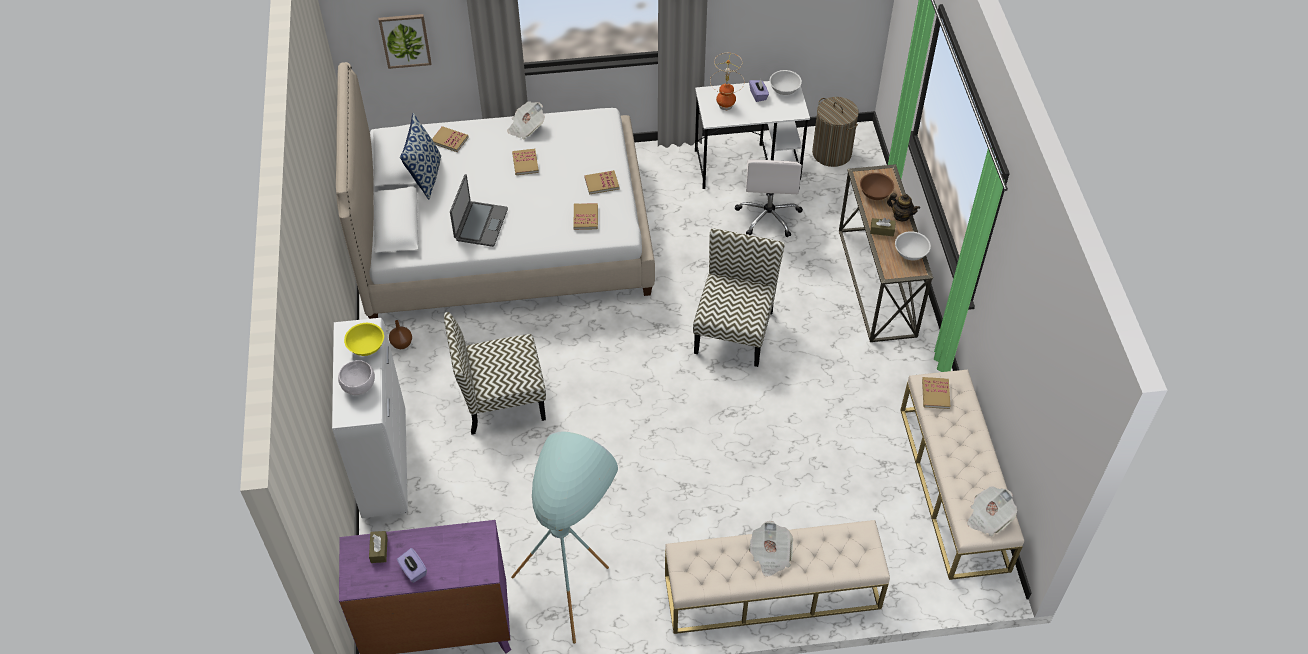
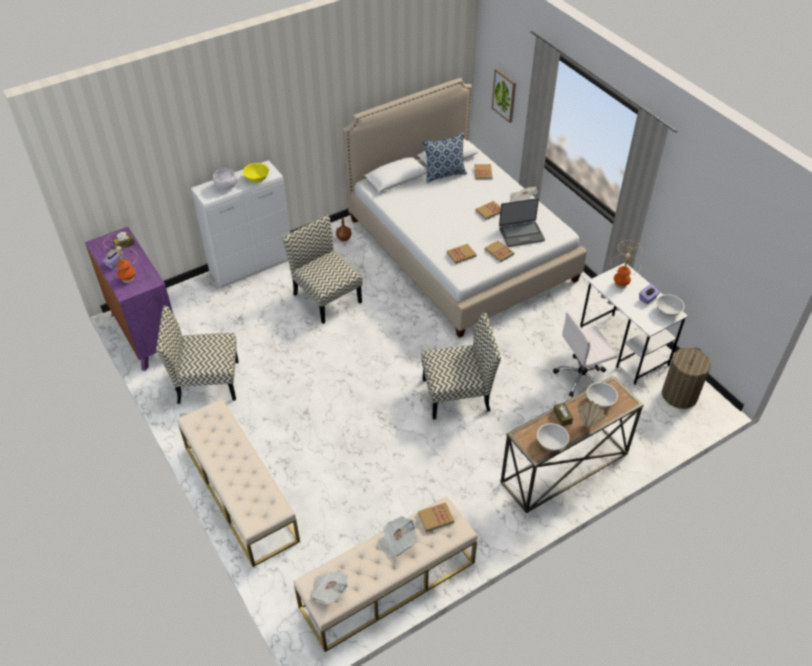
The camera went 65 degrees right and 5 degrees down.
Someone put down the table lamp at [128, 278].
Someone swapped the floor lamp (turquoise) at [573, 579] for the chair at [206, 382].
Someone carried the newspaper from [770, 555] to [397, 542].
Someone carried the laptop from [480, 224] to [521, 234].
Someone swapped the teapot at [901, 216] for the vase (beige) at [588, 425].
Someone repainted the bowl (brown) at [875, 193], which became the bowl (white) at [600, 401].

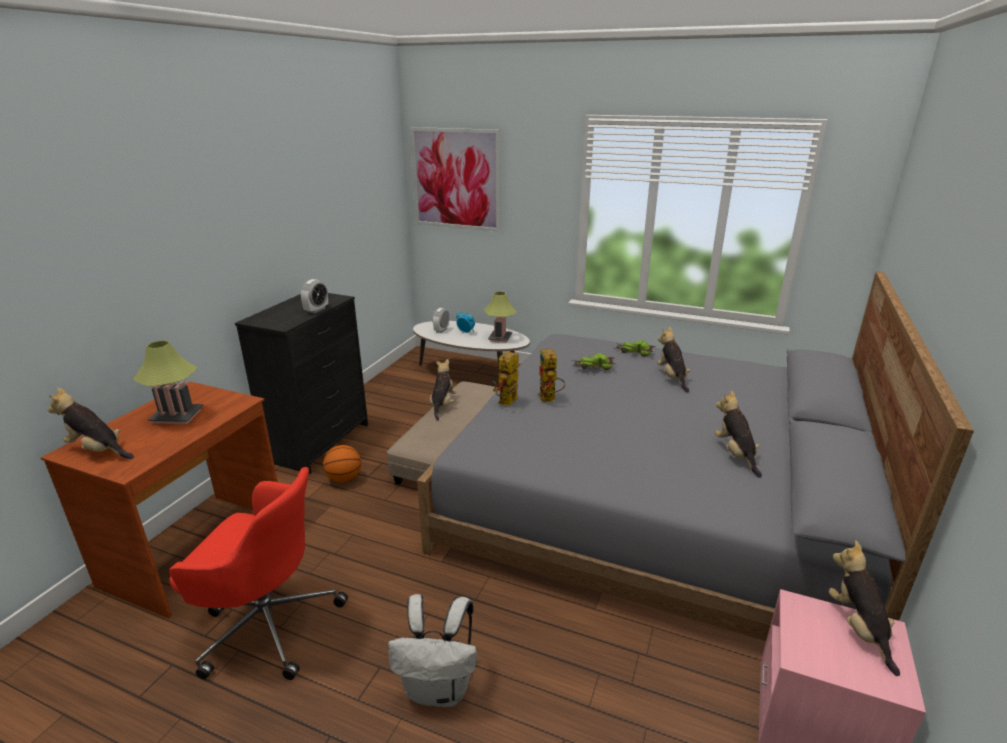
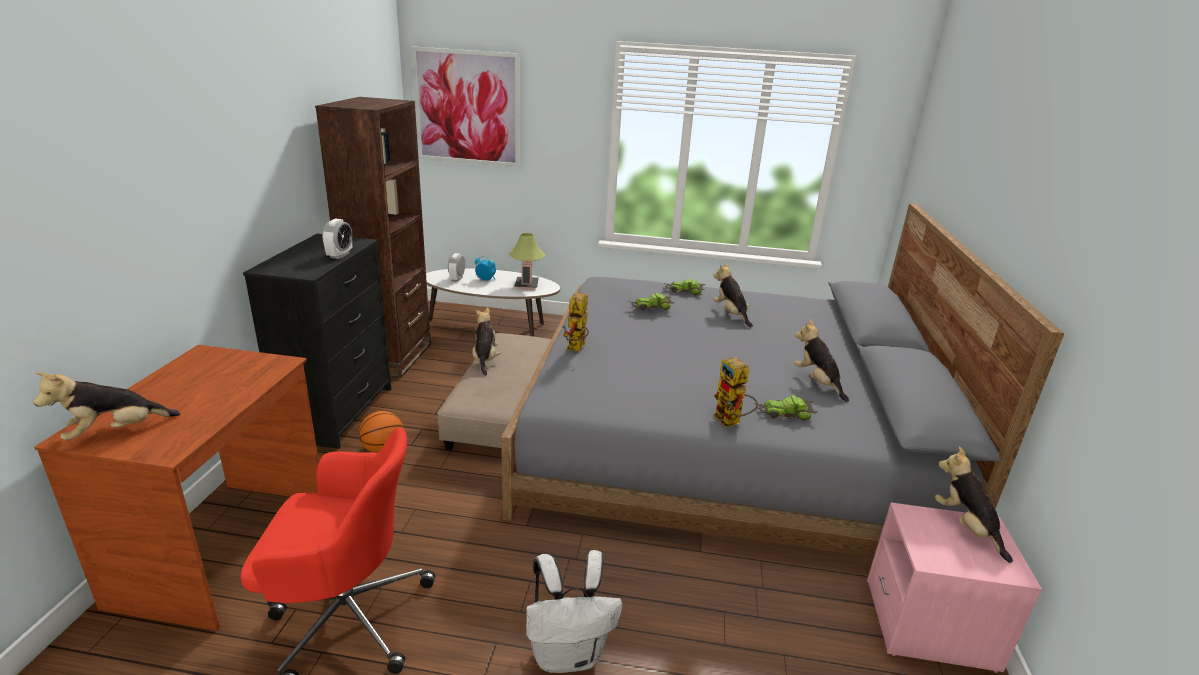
The camera went 15 degrees left and 0 degrees up.
Someone rotated the plush toy at [98, 450] by 45 degrees counterclockwise.
Someone put down the bookcase (brown) at [392, 357].
Someone carried the toy robot from [549, 399] to [731, 422].
Someone put down the toy car at [784, 413].
Someone took away the table lamp at [177, 416].

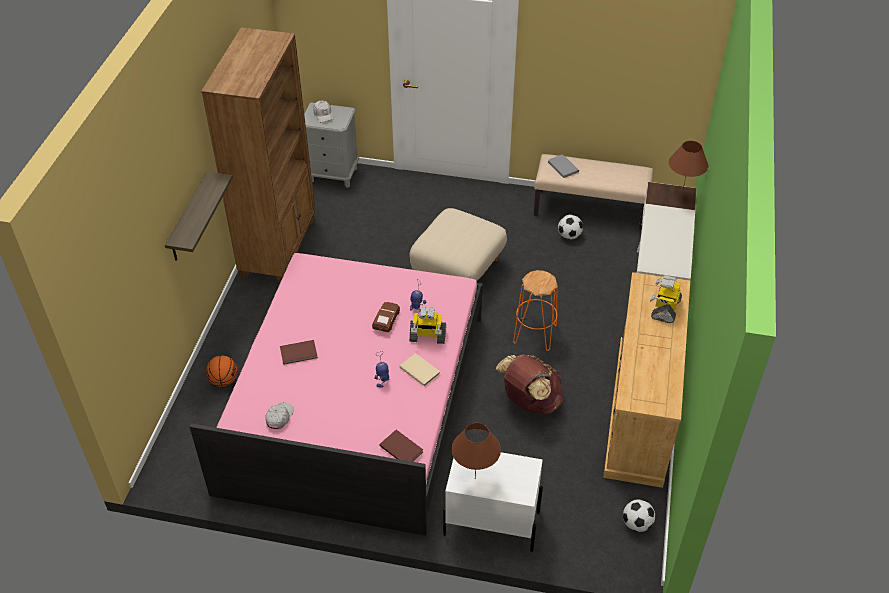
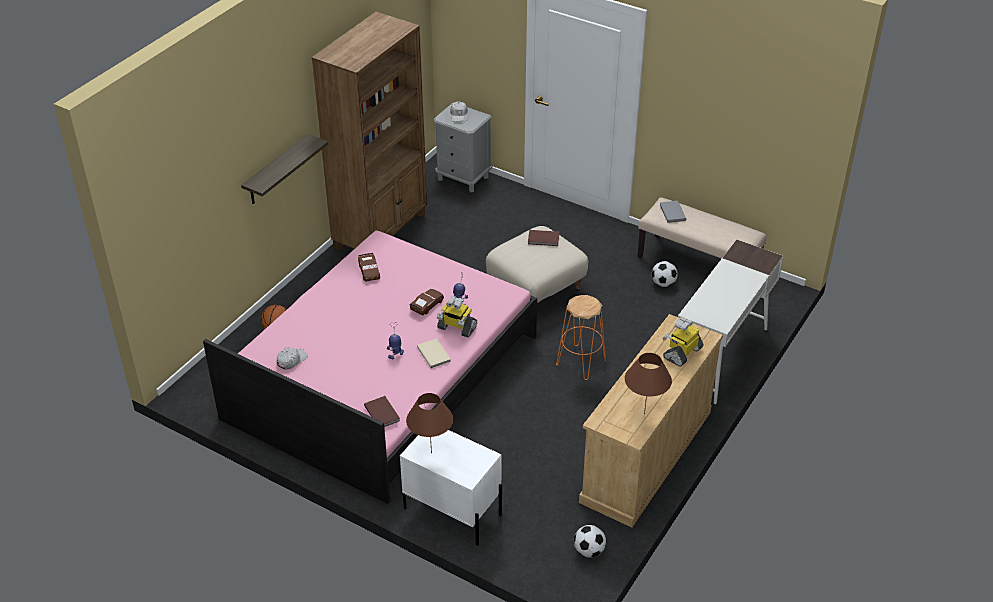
The camera went 20 degrees right and 5 degrees down.
Someone put down the toy car (brown) at [369, 271].
Someone carried the book (brown) from [299, 353] to [544, 239].
Someone carried the table lamp (brown) from [681, 195] to [644, 414].
Someone took away the backpack (brown) at [529, 401].

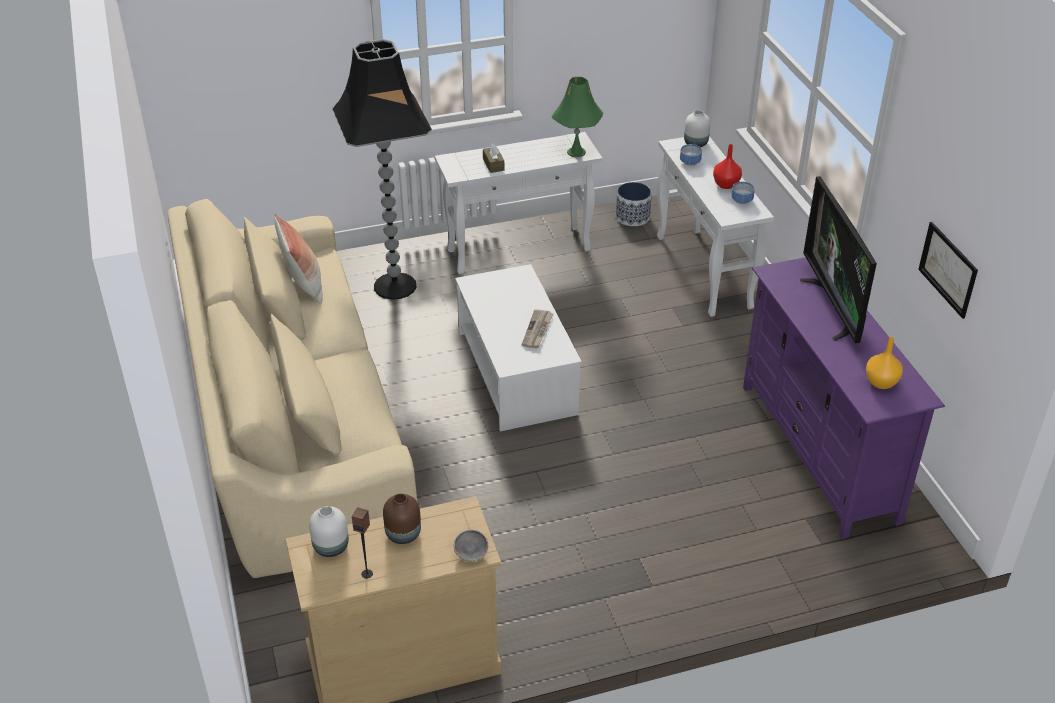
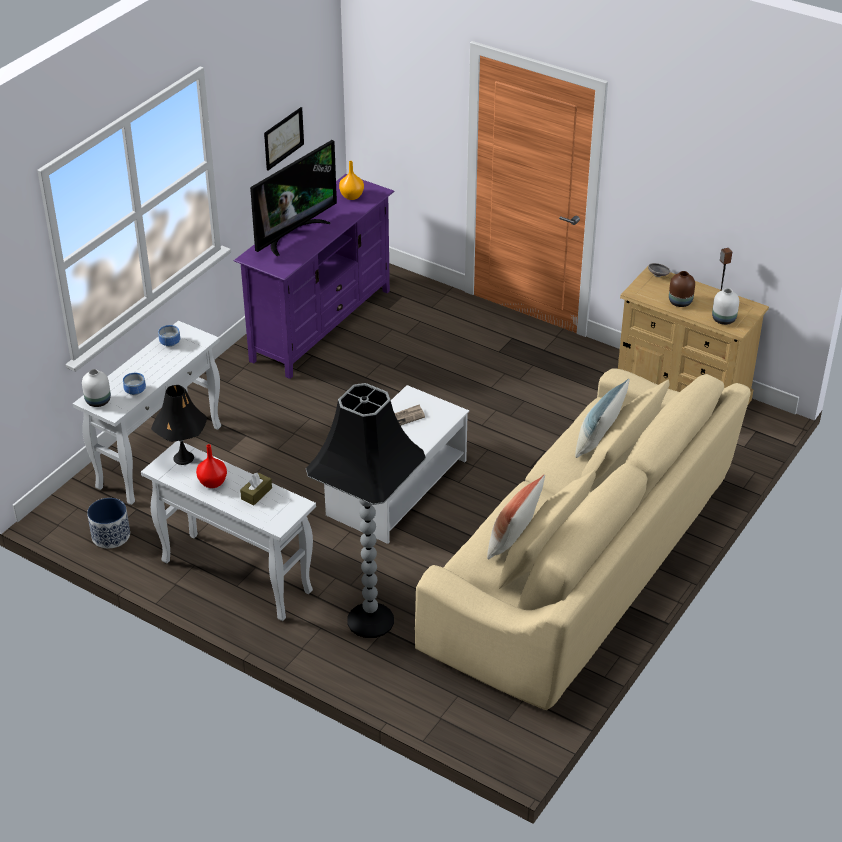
The camera went 130 degrees left and 0 degrees up.
Someone repainted the table lamp (green) at [576, 152], which became the table lamp (black) at [183, 458].
Someone carried the vase (red) from [726, 184] to [212, 483].
Someone put down the pillow at [598, 442].

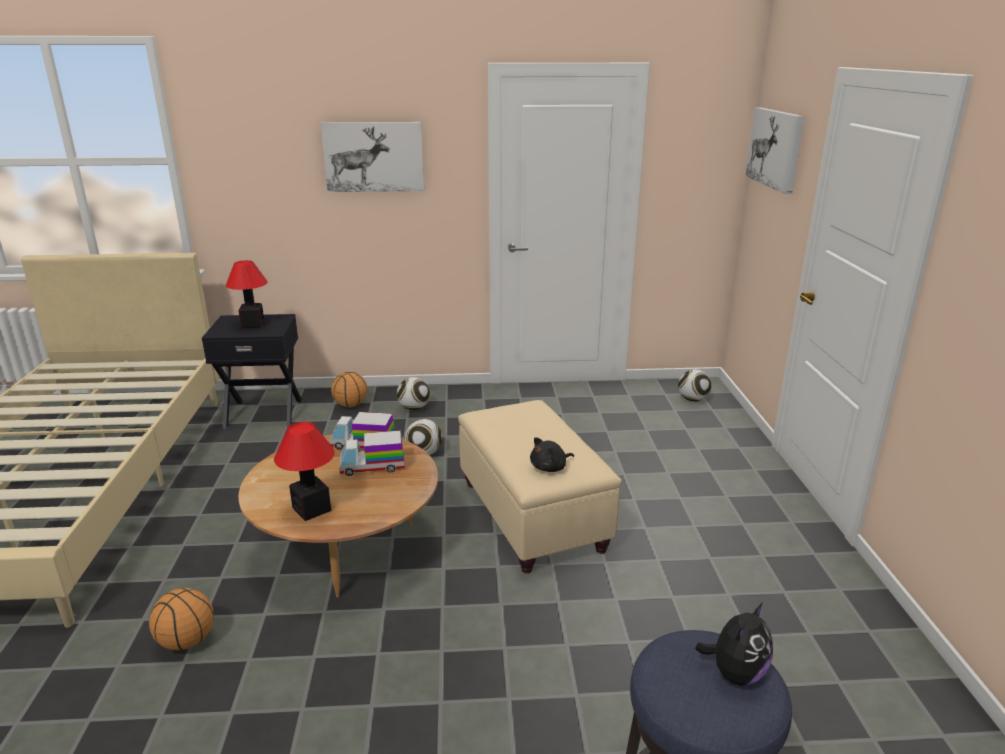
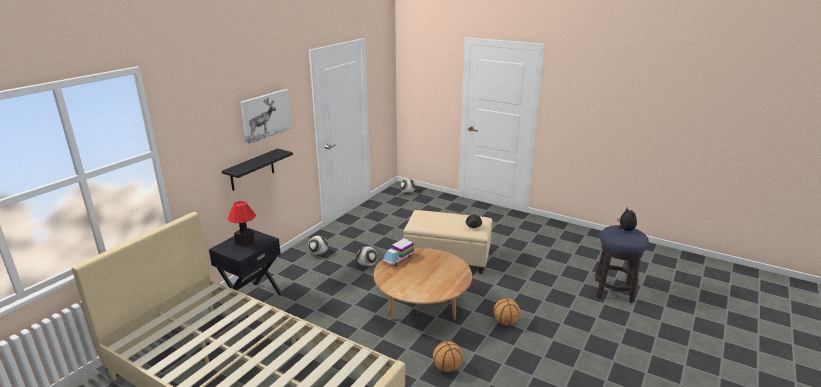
The camera went 55 degrees left and 0 degrees up.
Someone put up the shelf (black) at [252, 170].
Someone carried the basketball from [351, 405] to [506, 322].
Someone took away the table lamp at [311, 509].
Someone took away the toy truck at [372, 466].
Someone took away the picture at [776, 148].

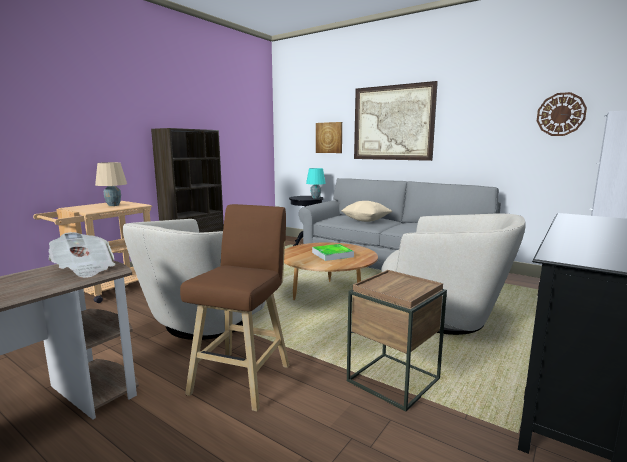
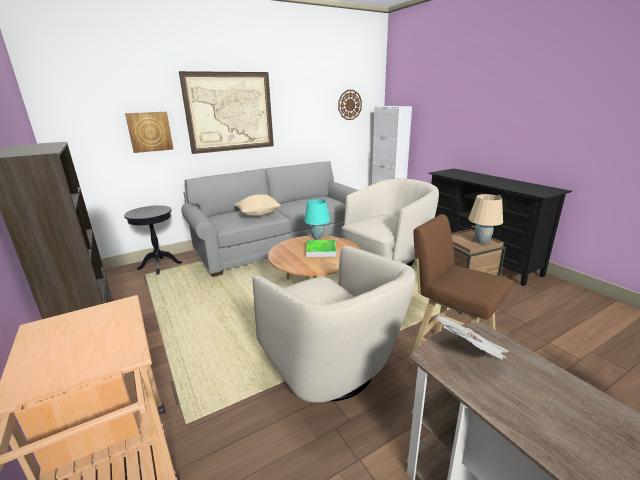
The camera went 65 degrees left and 10 degrees up.
Someone carried the table lamp (turquoise) from [315, 198] to [318, 238].
Someone carried the table lamp (beige) from [114, 205] to [481, 242].

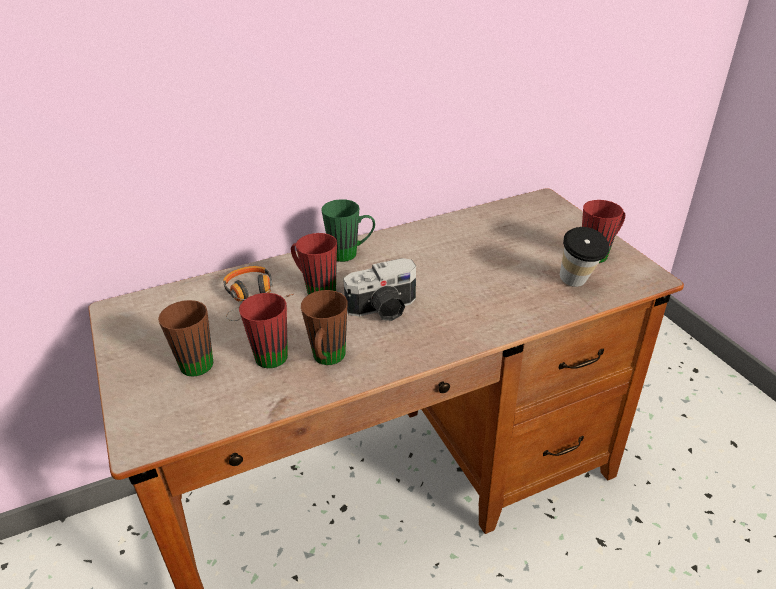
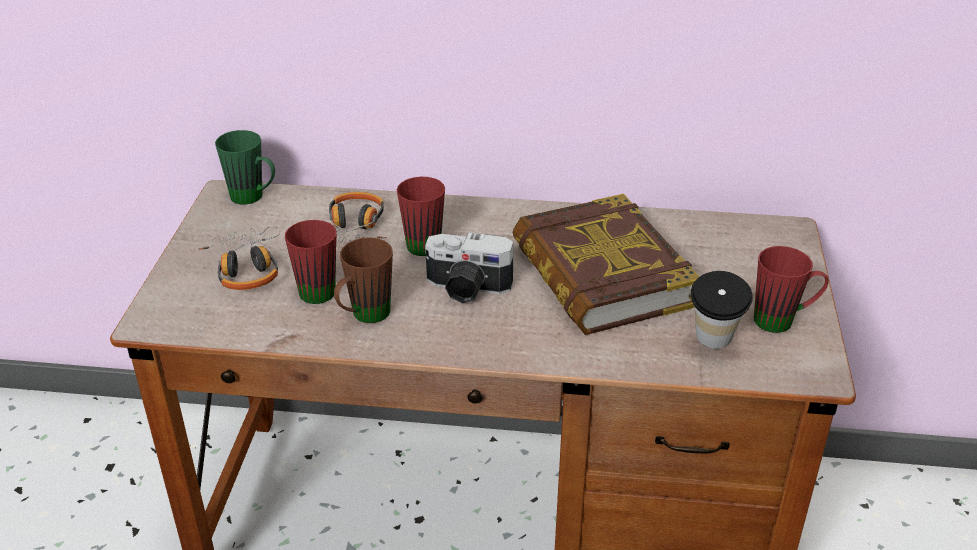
The camera went 30 degrees right and 0 degrees up.
Someone swapped the mug (brown) at [191, 361] for the headphones at [246, 268].
Someone carried the mug (green) from [351, 254] to [254, 198].
Someone put down the book at [600, 276].

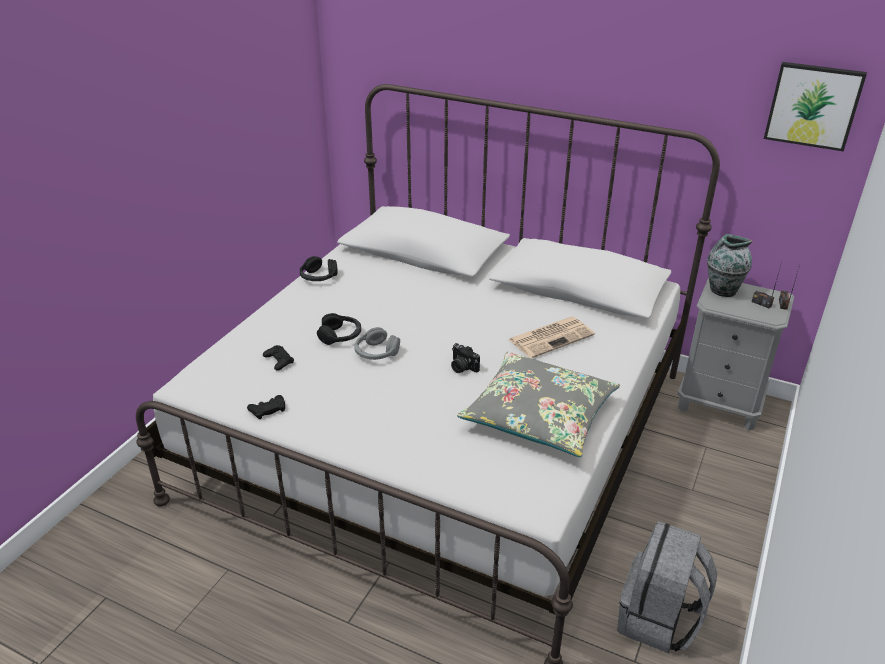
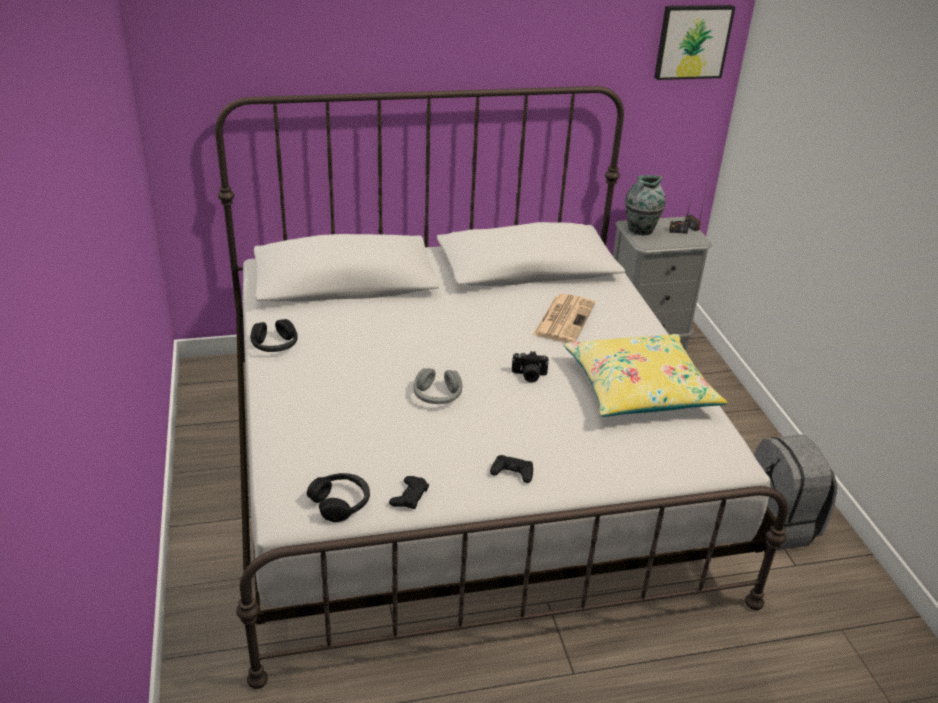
The camera went 40 degrees left and 0 degrees up.
Someone carried the headphones (black) from [340, 336] to [341, 503].
Someone carried the game controller (black) from [278, 360] to [512, 472].
Someone repainted the pillow (grey) at [539, 415], which became the pillow (yellow) at [639, 388].

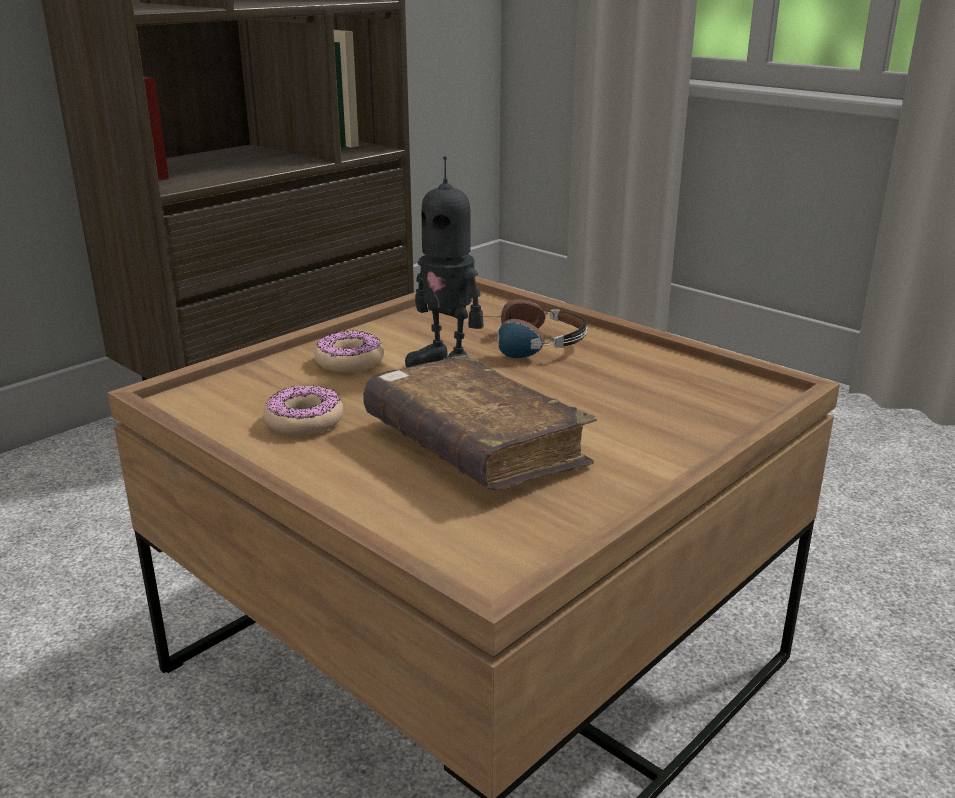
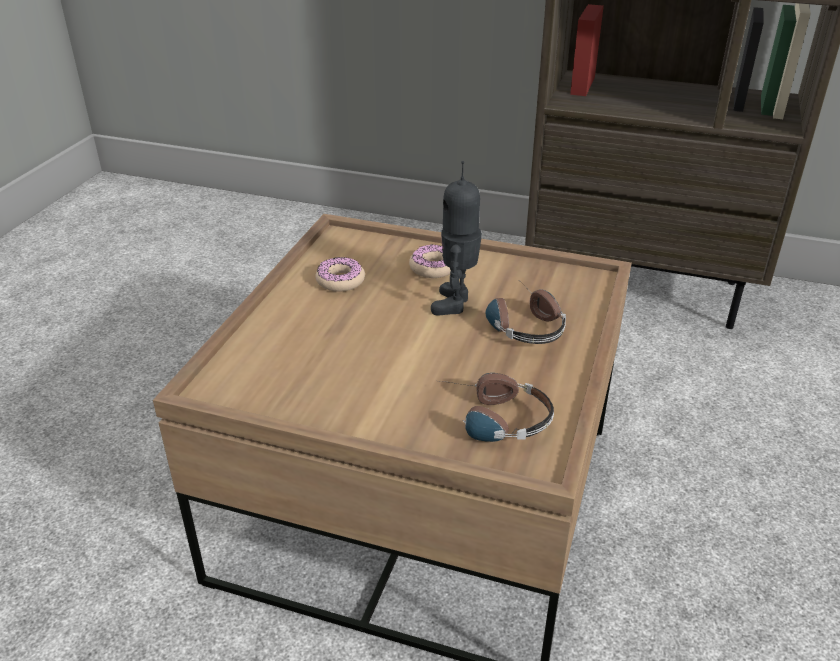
The camera went 65 degrees right and 10 degrees up.
Someone put down the headphones at [490, 419].
Someone took away the book (brown) at [475, 447].

